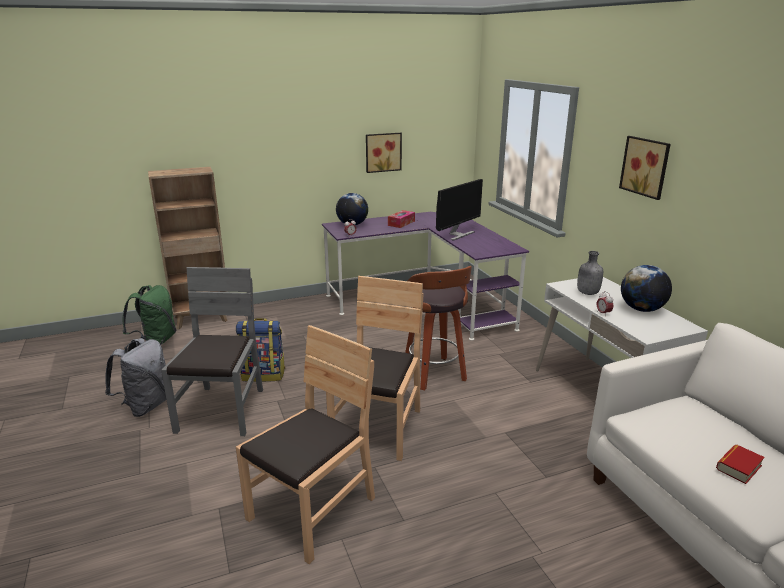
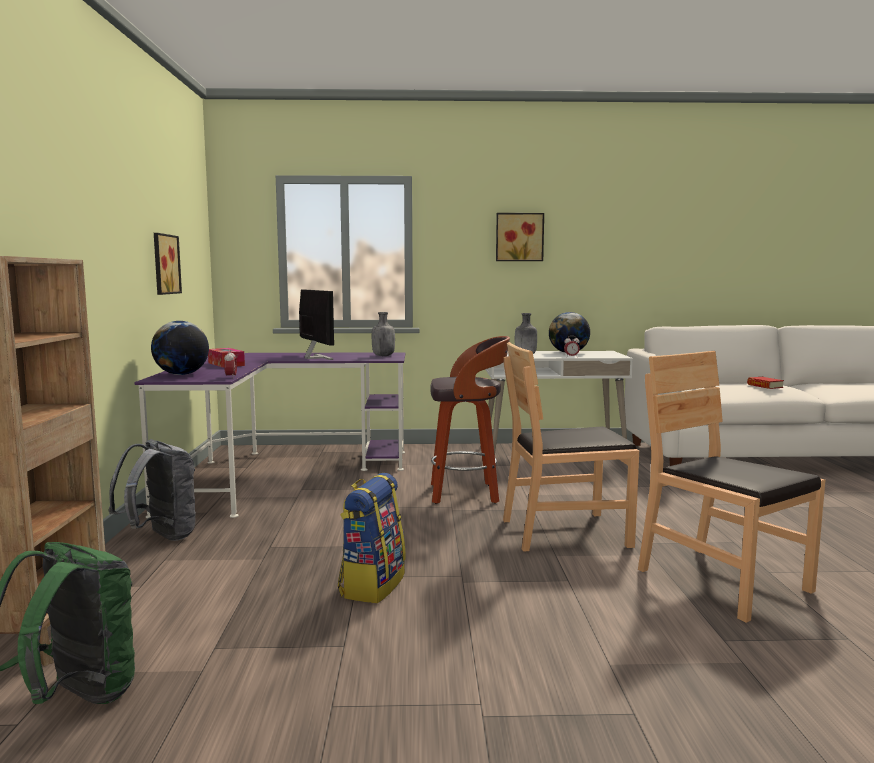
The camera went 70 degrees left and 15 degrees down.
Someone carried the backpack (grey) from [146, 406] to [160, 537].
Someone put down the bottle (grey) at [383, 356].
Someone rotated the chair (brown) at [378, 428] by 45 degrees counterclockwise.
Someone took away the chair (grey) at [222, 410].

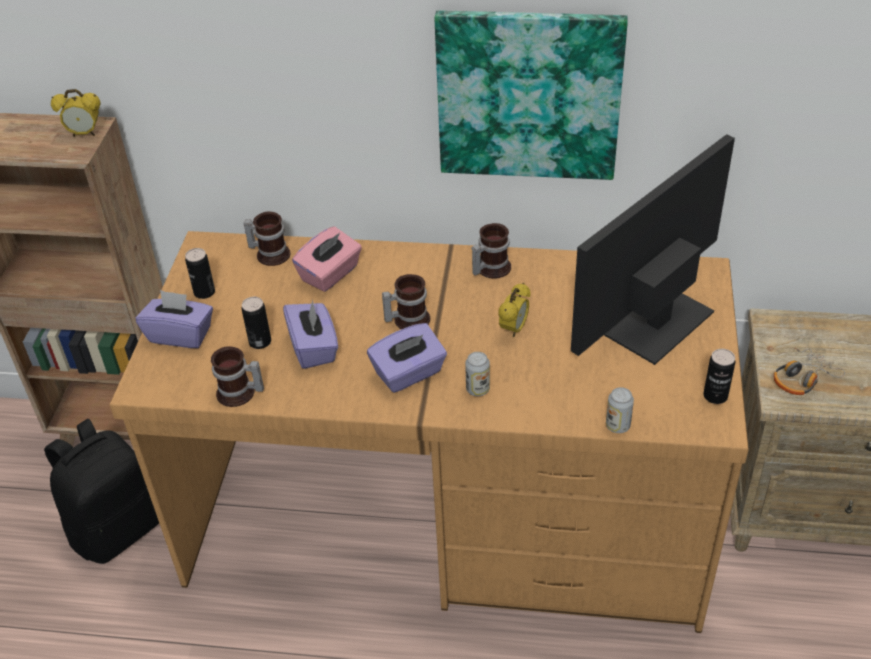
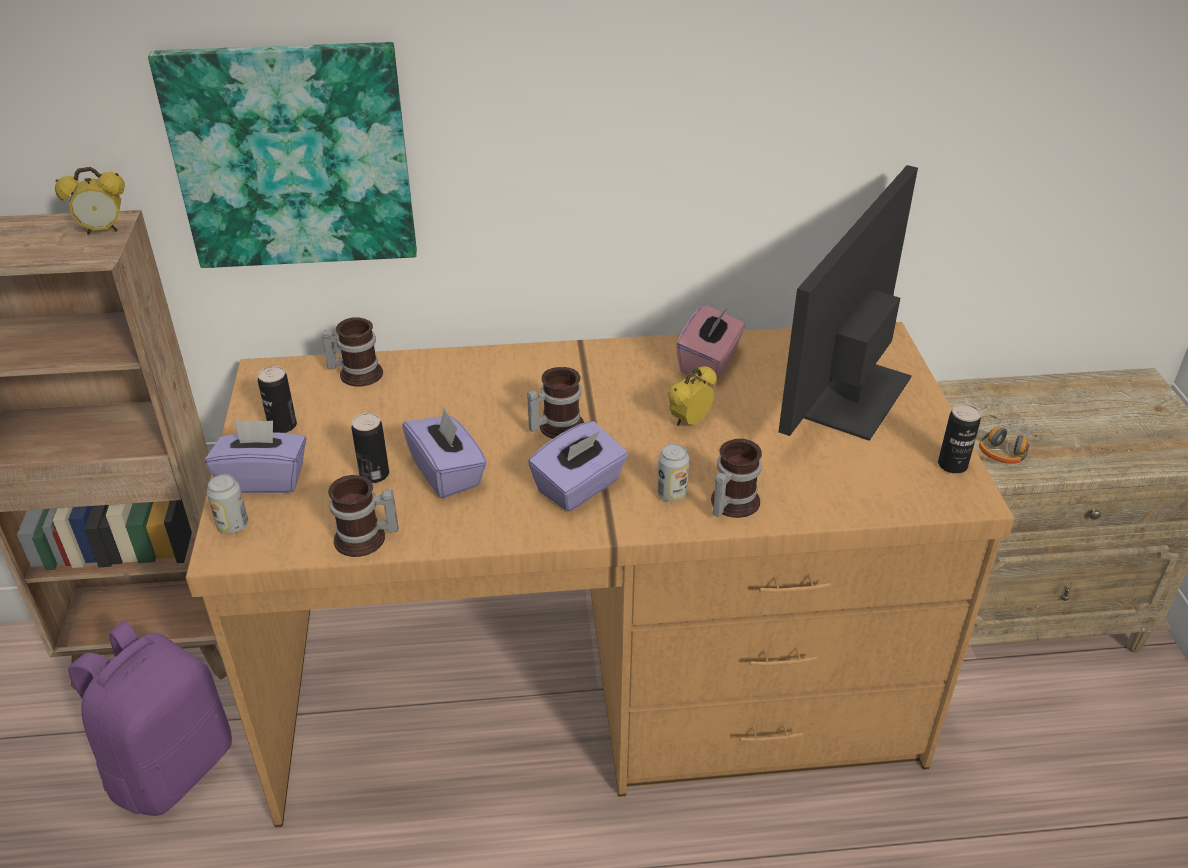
The camera went 15 degrees left and 5 degrees down.
Someone repainted the backpack (black) at [117, 528], which became the backpack (purple) at [171, 766].
Someone carried the picture from [528, 94] to [293, 156].
Someone carried the can from [617, 425] to [233, 525].
Someone rotated the alarm clock at [514, 329] by 150 degrees counterclockwise.
Someone carried the tissue box (pink) from [330, 274] to [709, 362].
Someone carried the mug from [490, 268] to [730, 503].

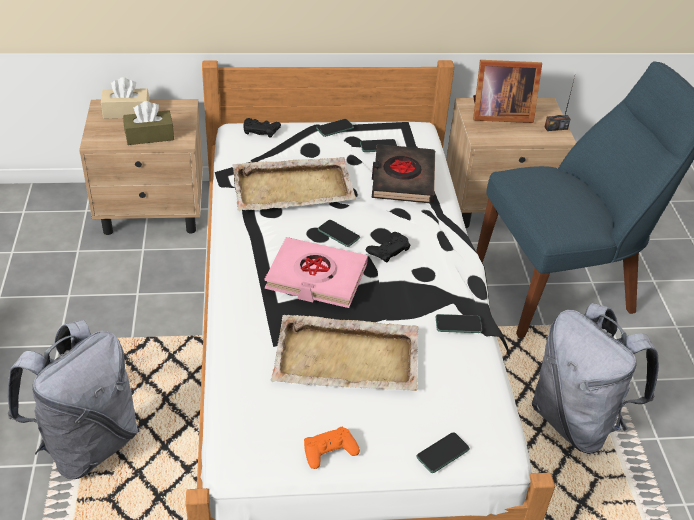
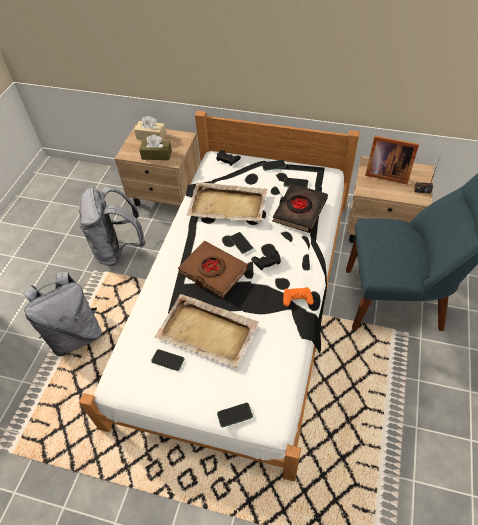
The camera went 25 degrees right and 10 degrees up.
Someone carried the backpack (grey) from [577, 421] to [118, 250].
Someone carried the phone from [458, 324] to [168, 360].
Someone repainted the book (pink) at [316, 278], which became the book (brown) at [213, 271].
Someone carried the game controller (orange) from [329, 451] to [297, 298].

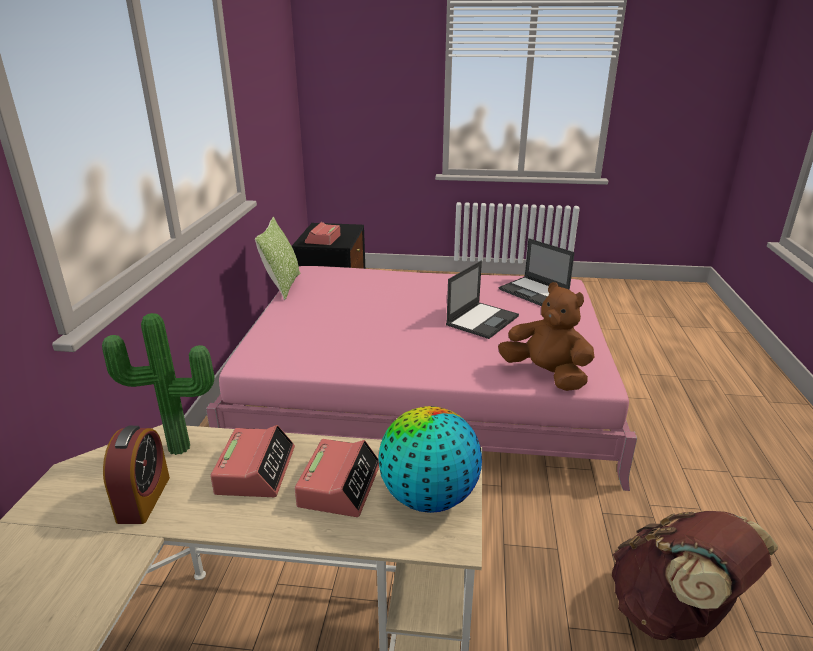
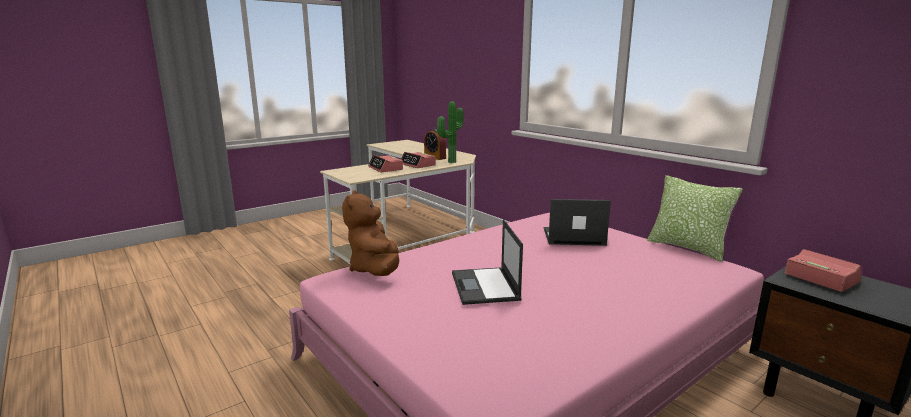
The camera went 135 degrees right and 10 degrees down.
Someone rotated the plush toy (brown) at [546, 375] by 90 degrees clockwise.
Someone carried the laptop from [534, 292] to [572, 237].
Someone took away the globe at [428, 497].
Someone took away the backpack (brown) at [672, 613].

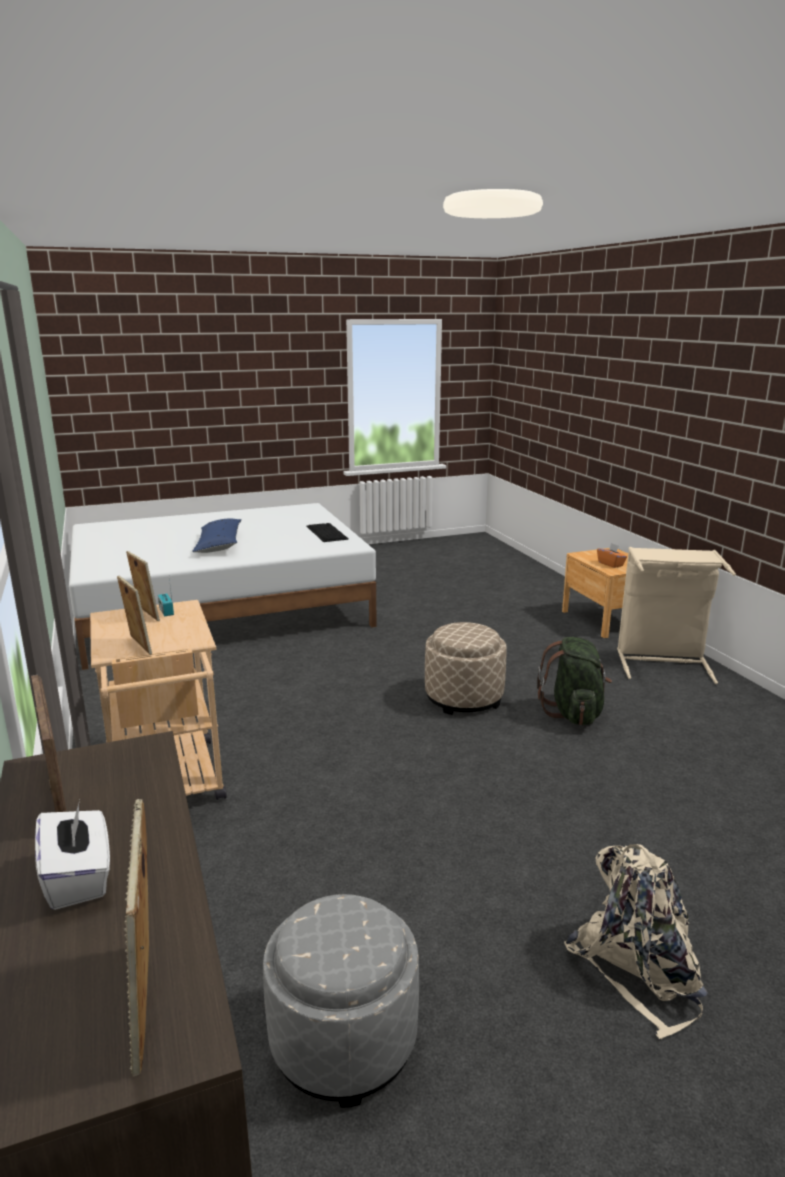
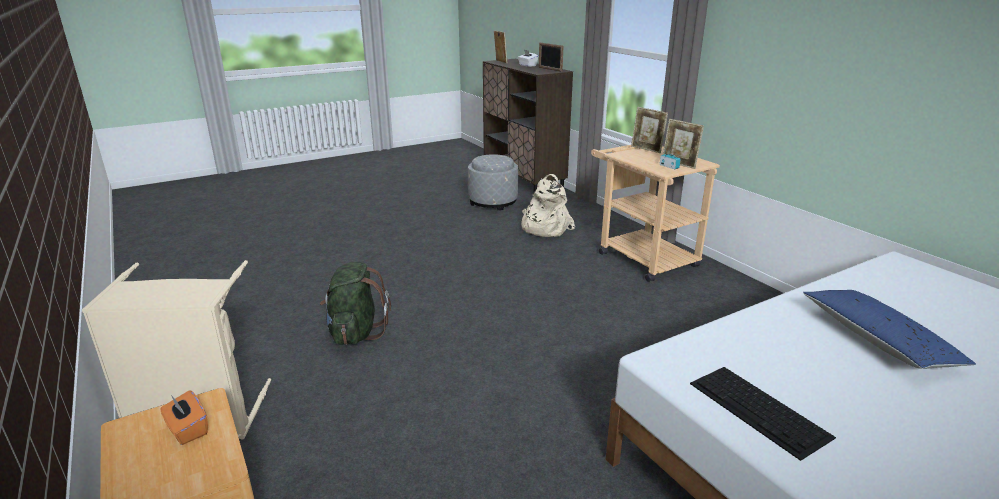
The camera went 170 degrees right and 5 degrees up.
Someone carried the backpack (beige) from [639, 966] to [544, 228].
Someone took away the ottoman (beige) at [463, 698].

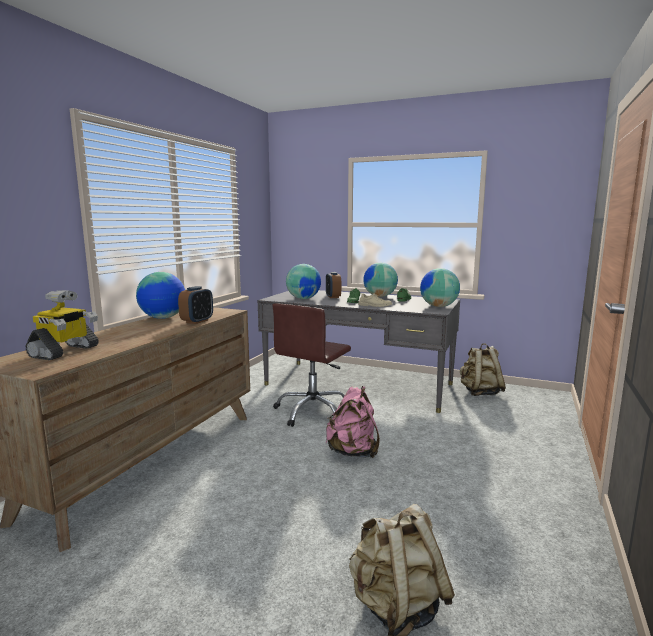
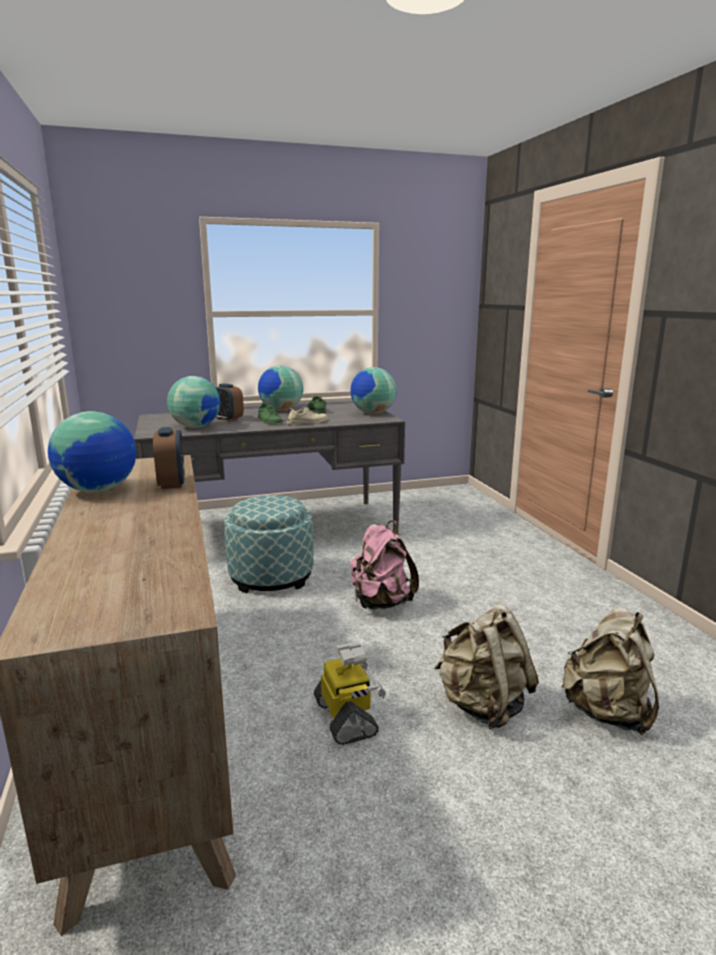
The camera went 40 degrees left and 5 degrees up.
Someone swapped the office chair (brown) at [313, 411] for the ottoman at [271, 576].
Someone carried the toy robot from [65, 351] to [347, 718].
Someone carried the backpack (beige) from [480, 392] to [482, 706].

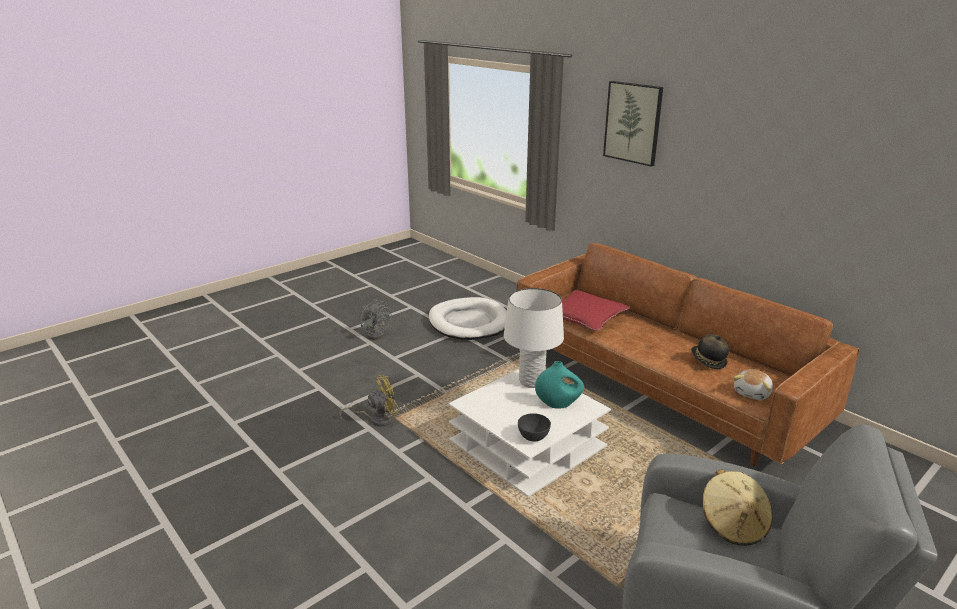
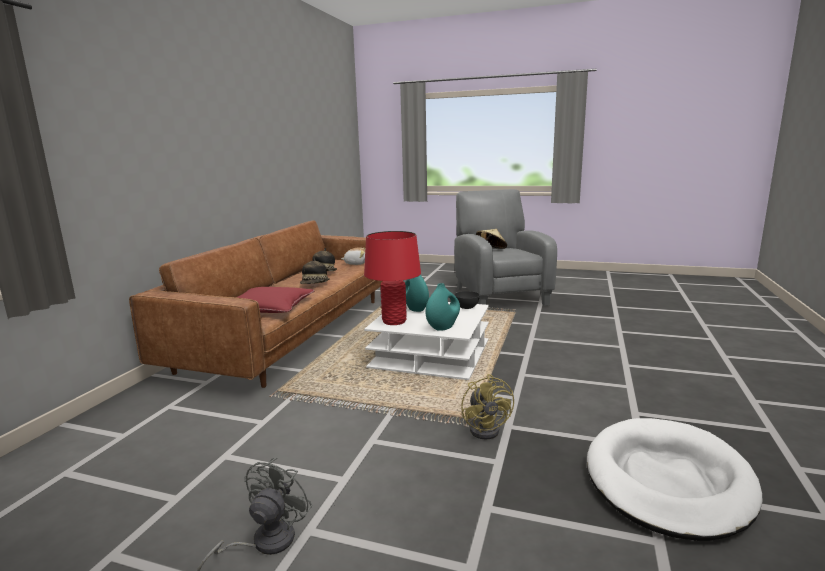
The camera went 120 degrees left and 10 degrees down.
Someone put down the hat at [315, 285].
Someone repainted the table lamp (white) at [531, 382], which became the table lamp (red) at [394, 321].
Someone put down the vase (turquoise) at [443, 327].
Someone rotated the fan (yellow) at [377, 419] by 135 degrees counterclockwise.
Someone carried the dog bed (white) from [469, 322] to [667, 481].
Someone took away the picture at [633, 123].

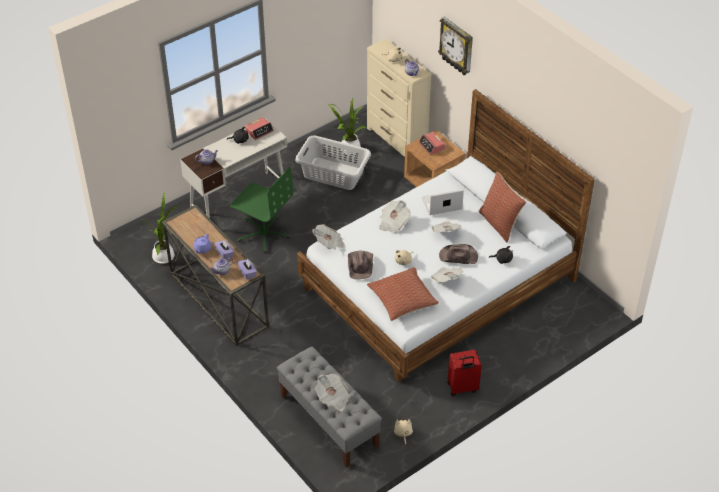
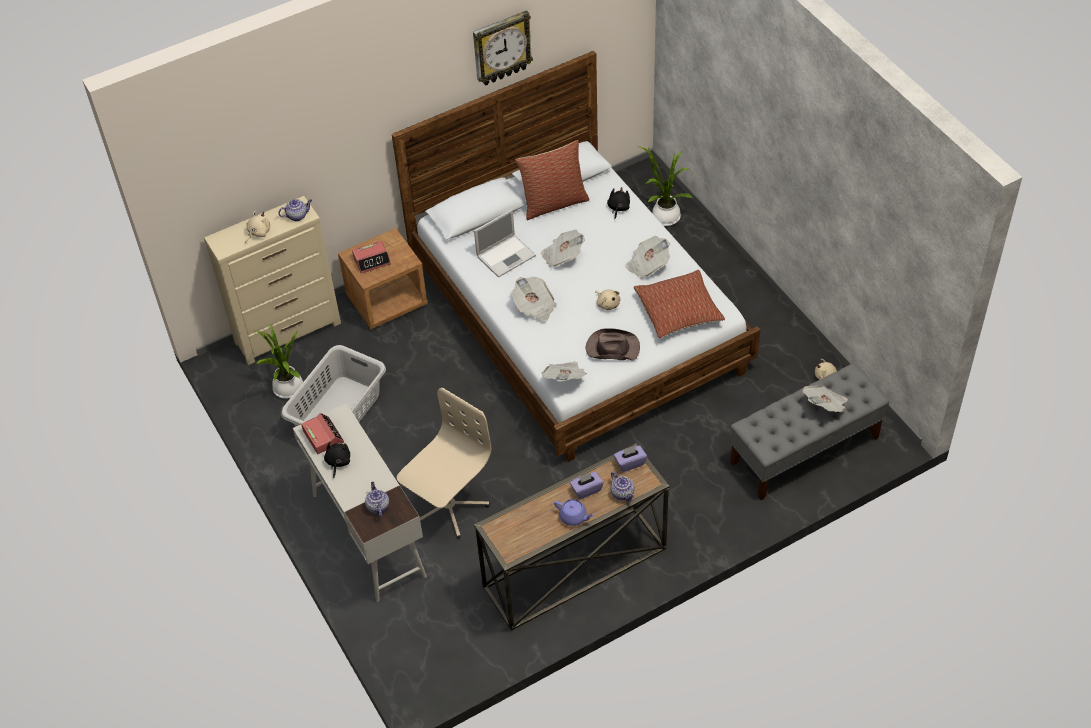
The camera went 80 degrees left and 5 degrees up.
Someone repainted the office chair (green) at [263, 233], which became the office chair (beige) at [448, 506].
Someone carried the wall clock from [457, 46] to [501, 48].
Someone rotated the laptop at [441, 204] by 120 degrees counterclockwise.
Someone carried the potted plant from [164, 255] to [663, 216].
Someone took away the hat (brown) at [458, 257].
Someone took away the suitcase (red) at [462, 388].

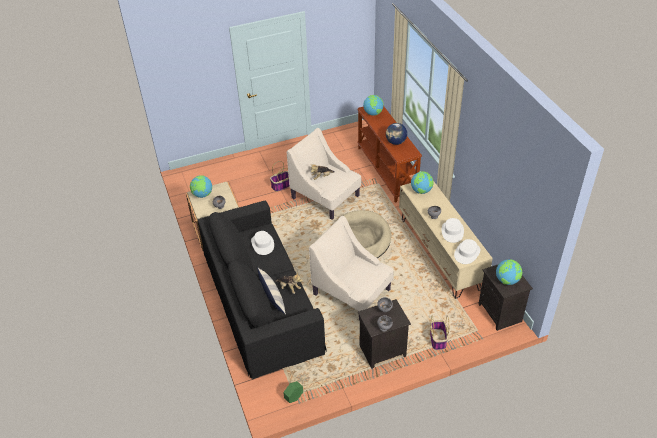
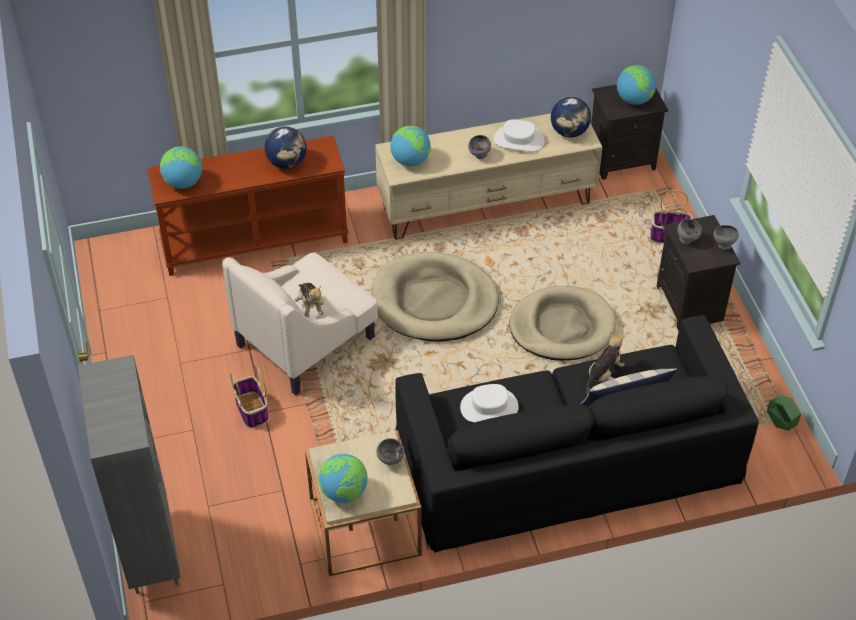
The camera went 85 degrees left and 5 degrees up.
Someone put down the bookcase (grey) at [150, 552].
Someone swapped the armchair (beige) at [352, 292] for the dog bed (beige) at [562, 327].
Someone swapped the hat (white) at [467, 253] for the globe at [569, 132].

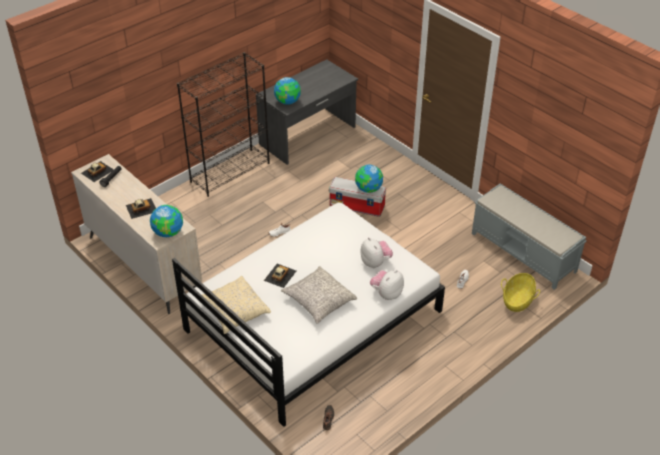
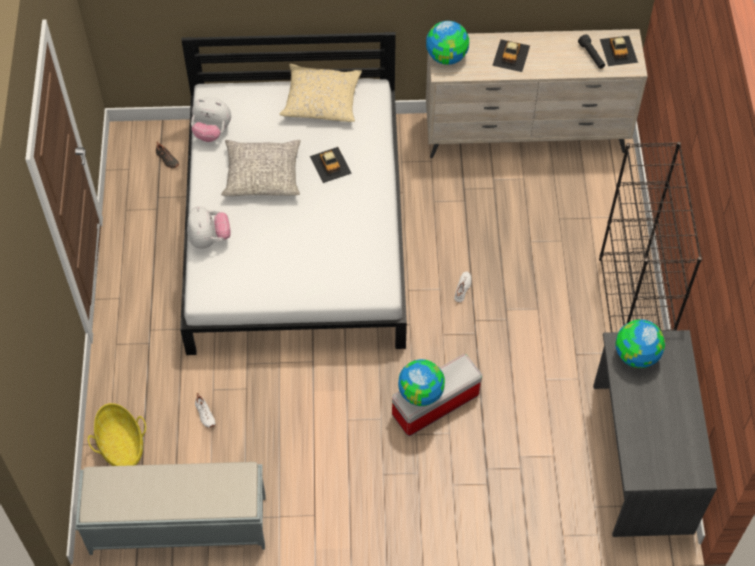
The camera went 130 degrees right and 15 degrees up.
Someone carried the plush toy from [375, 262] to [212, 131].

